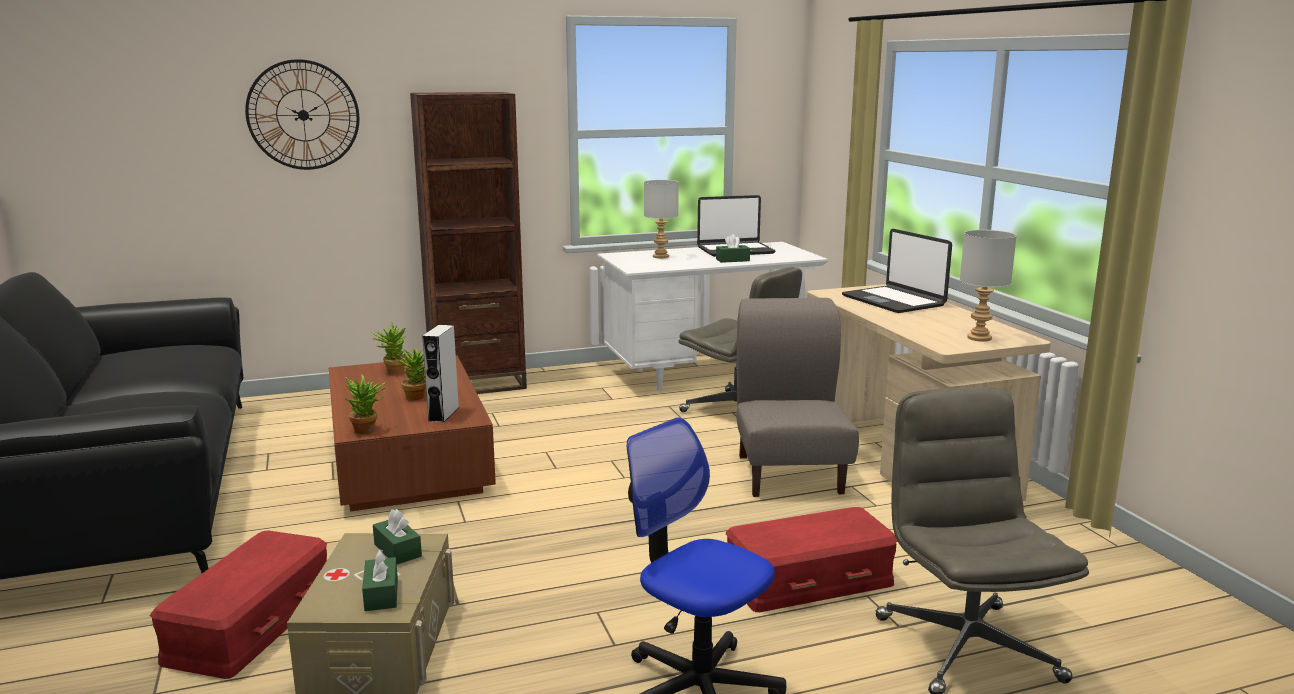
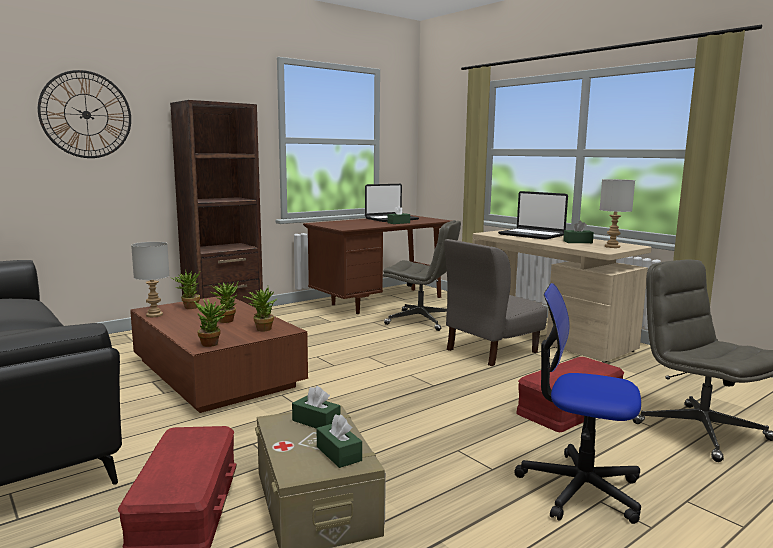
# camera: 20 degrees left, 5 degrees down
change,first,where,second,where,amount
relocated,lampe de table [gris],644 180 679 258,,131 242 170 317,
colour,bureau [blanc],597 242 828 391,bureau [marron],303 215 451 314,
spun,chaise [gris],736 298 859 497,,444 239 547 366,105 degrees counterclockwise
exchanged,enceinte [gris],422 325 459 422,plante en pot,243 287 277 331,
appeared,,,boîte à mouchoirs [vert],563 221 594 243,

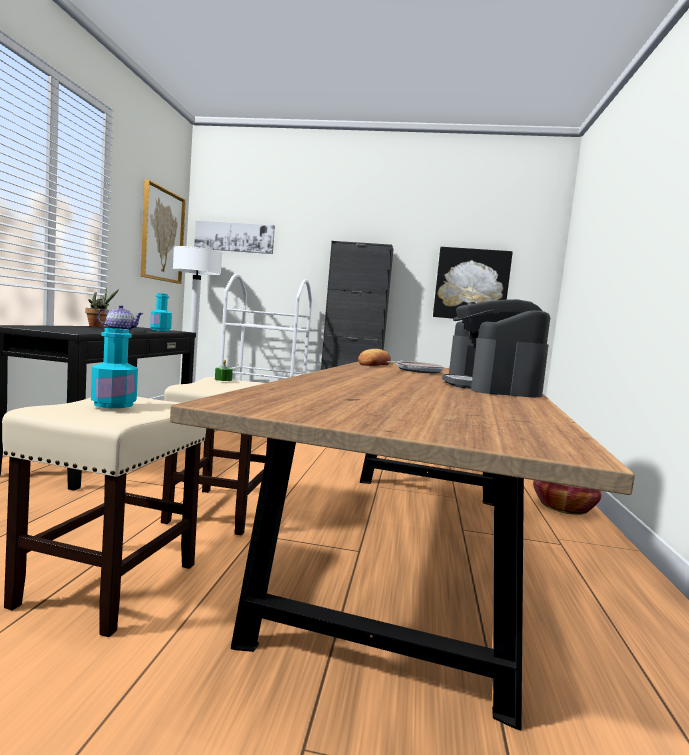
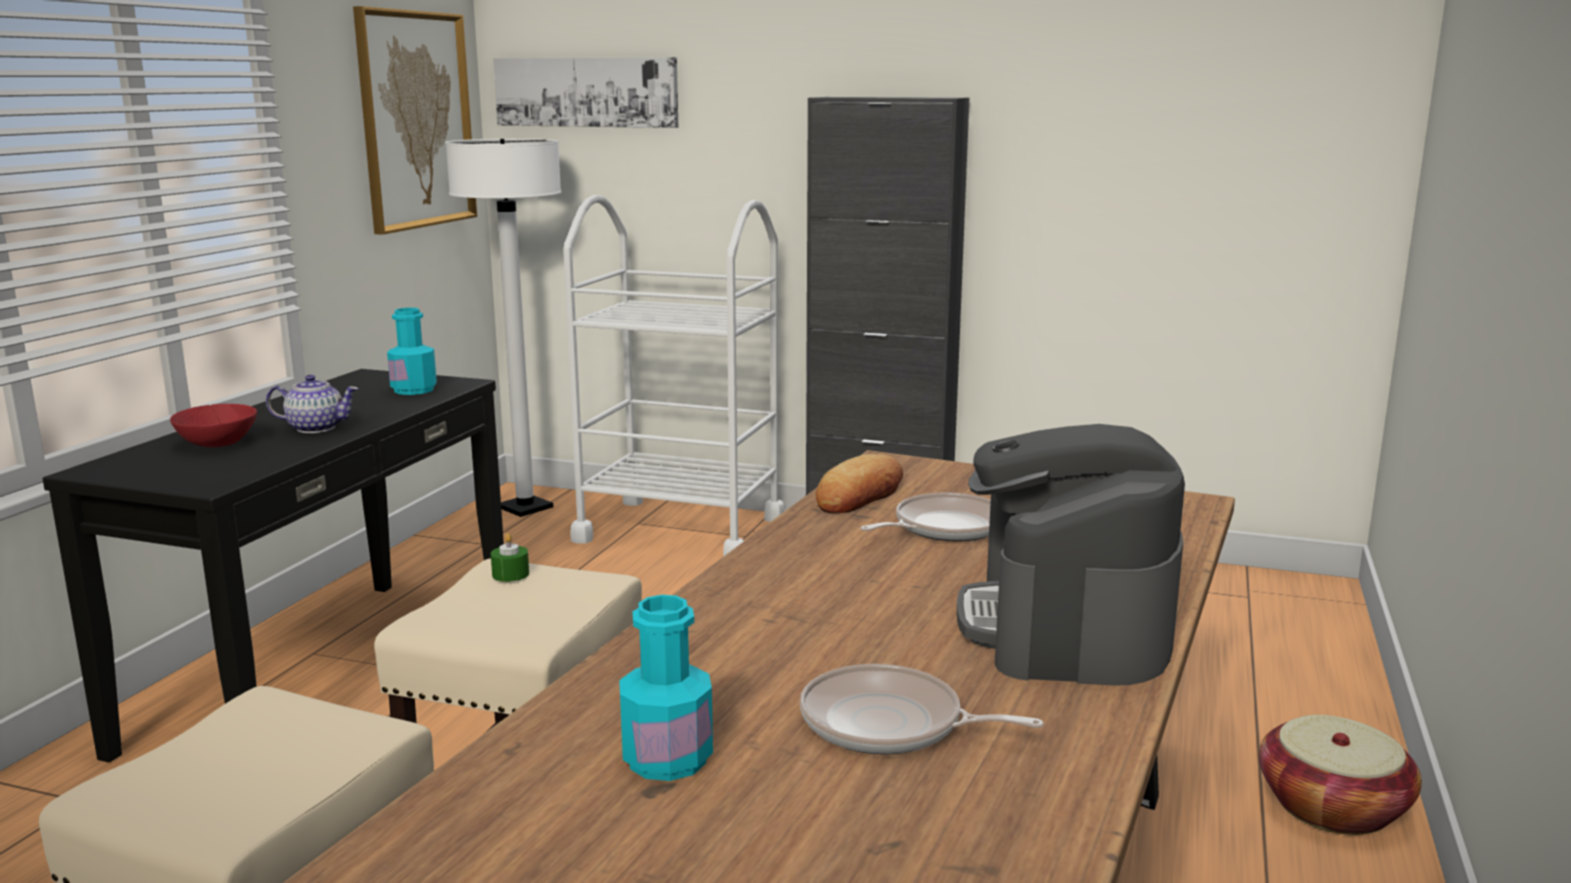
# camera: 10 degrees right, 10 degrees up
change,first,where,second,where,amount
missing,tableau,433 247 513 319,,,
missing,plante en pot,85 288 119 327,,,
relocated,bouteille [turquoise],91 328 138 408,,619 595 713 781,
appeared,,,bol [rouge],170 404 257 447,
appeared,,,poêle,800 664 1044 755,

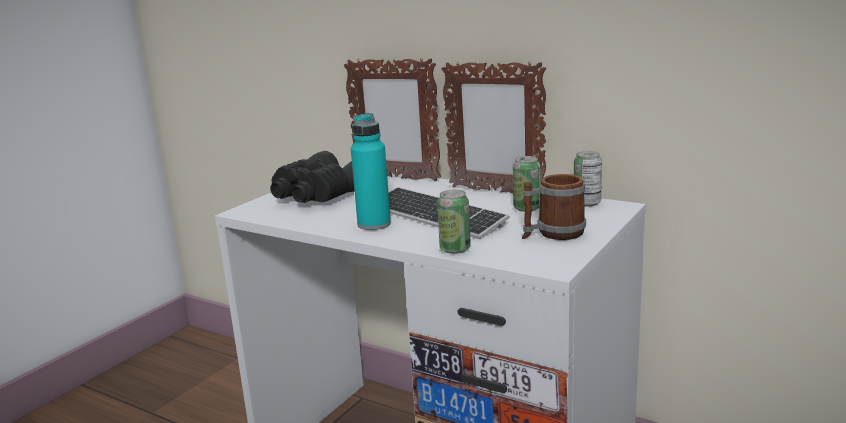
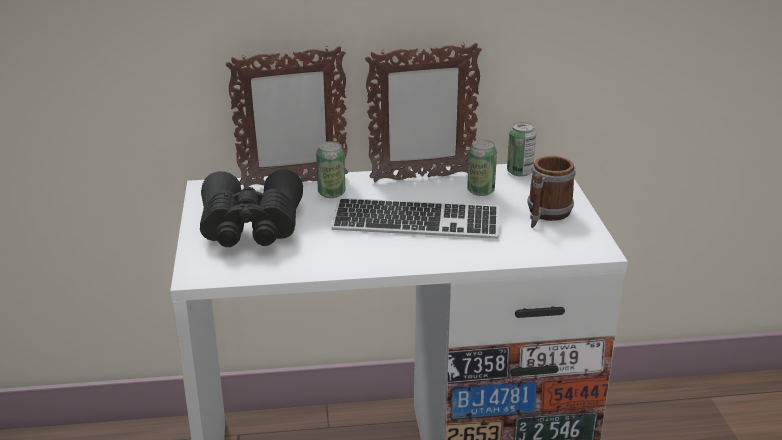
# camera: 40 degrees left, 10 degrees up
change,first,where,second,where,amount
missing,bouteille [turquoise],351 113 391 230,,,
relocated,boîte métallique,437 190 471 254,,316 141 345 198,

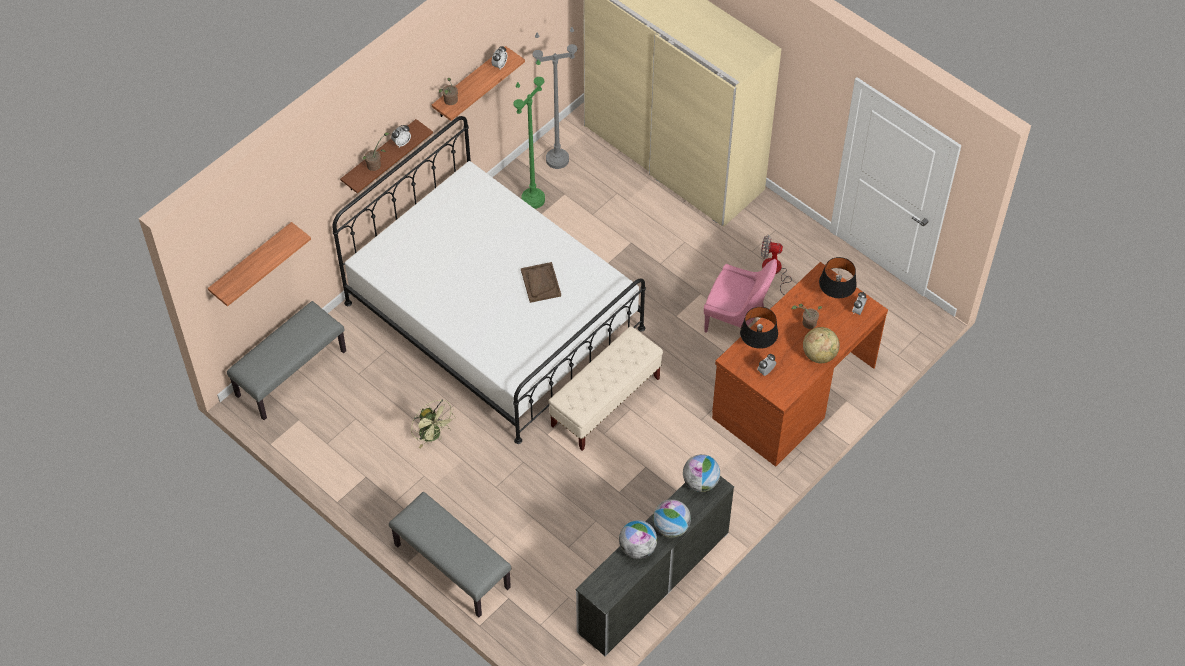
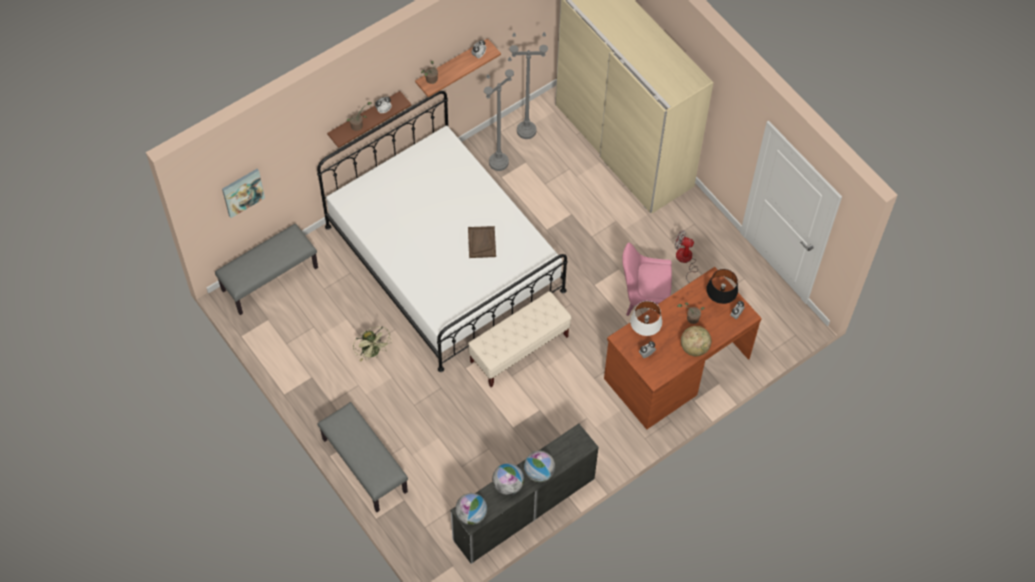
# camera: 10 degrees right, 5 degrees up
change,first,where,second,where,amount
colour,lampadaire [vert],513 60 545 209,lampadaire [gris],484 57 514 171,
exchanged,étagère,208 222 311 306,tableau,222 169 265 218,
spun,chaise [rose],704 259 777 333,,622 243 672 316,150 degrees clockwise
colour,lampe de table [noir],740 307 778 349,lampe de table [blanc],630 301 662 336,
relocated,globe,683 454 720 492,,455 493 487 525,

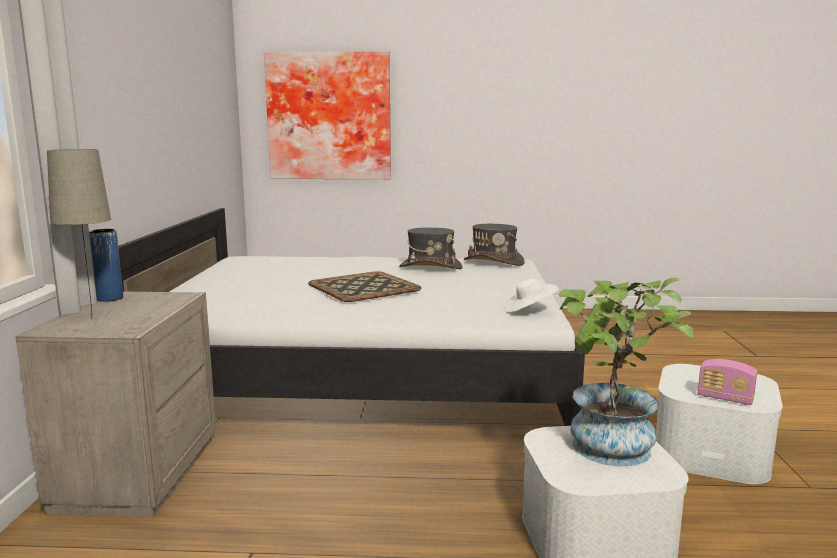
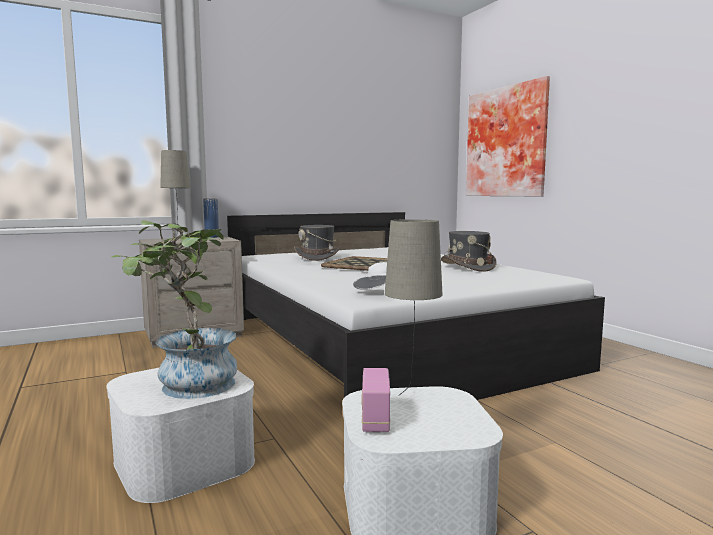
# camera: 60 degrees right, 5 degrees down
change,first,where,second,where,amount
relocated,chapeau [gris],464 224 525 266,,294 225 341 261,
appeared,,,lampe de table [beige],385 219 443 395,

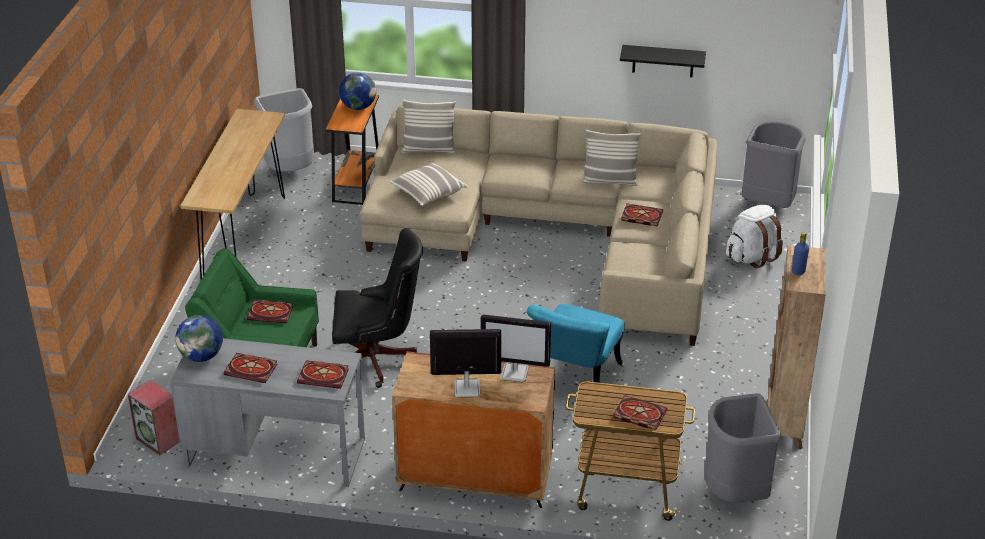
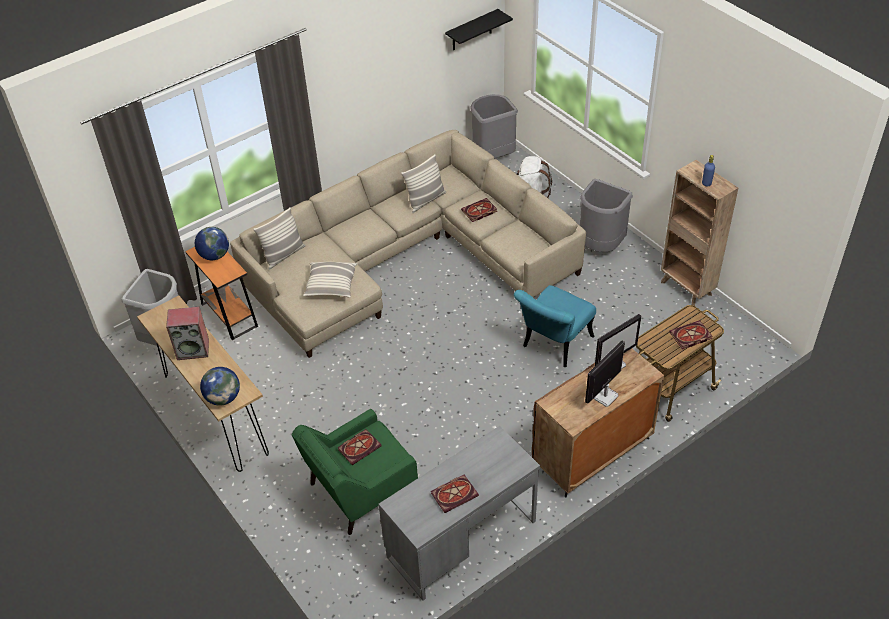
# camera: 45 degrees left, 10 degrees up
change,first,where,second,where,amount
relocated,étagère [noir],620 45 706 77,,445 9 513 50,
missing,chaise de bureau [noir],332 228 423 388,,,
spun,chaise [turquoise],527 304 625 383,,514 285 596 367,60 degrees clockwise
relocated,globe,175 315 223 362,,200 367 240 406,
missing,livre,297 360 349 389,,,
relocated,enceinte,128 380 180 455,,166 306 209 360,
relocated,poubelle [gris],704 393 781 502,,580 179 633 252,

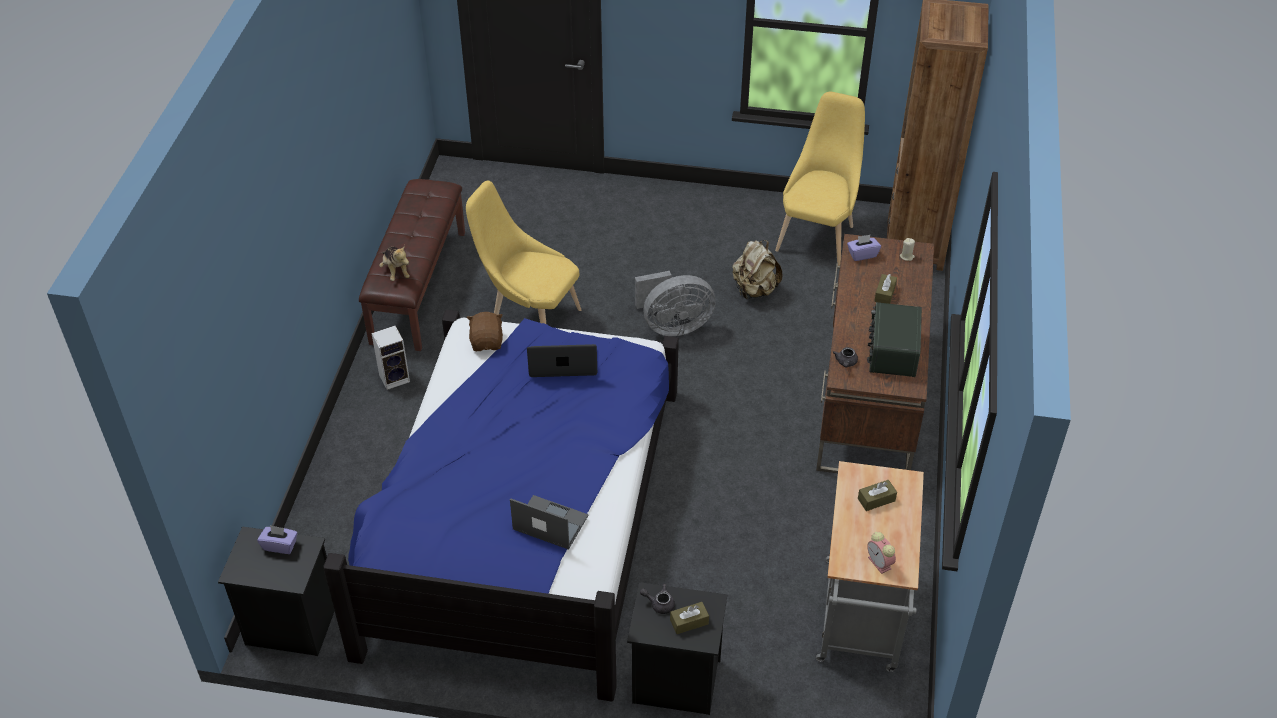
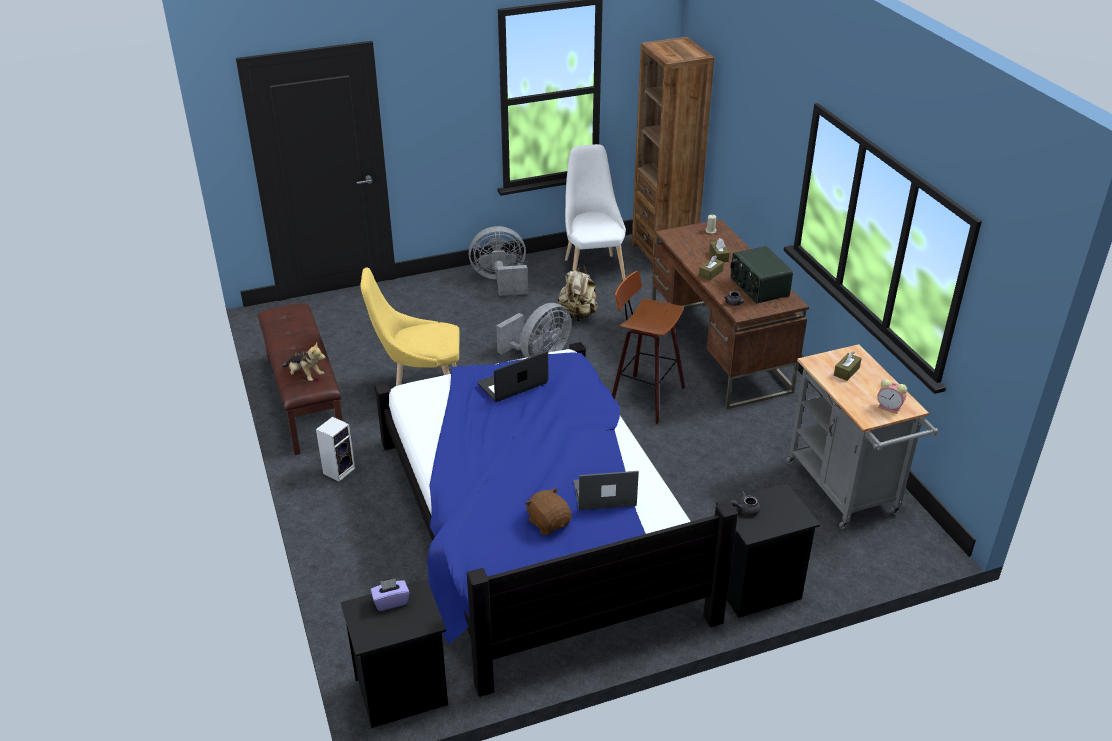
# camera: 30 degrees left, 10 degrees down
change,first,where,second,where,amount
colour,chaise [jaune],775 92 865 266,chaise [blanc],565 144 626 280,
missing,boîte à mouchoirs [violet],847 235 881 261,,,
relocated,peluche [marron],467 312 503 351,,525 487 572 535,
relocated,boîte à mouchoirs [marron],670 602 709 634,,699 256 724 281,
appeared,,,ventilateur [gris],469 226 528 296,
appeared,,,tabouret,612 271 685 424,

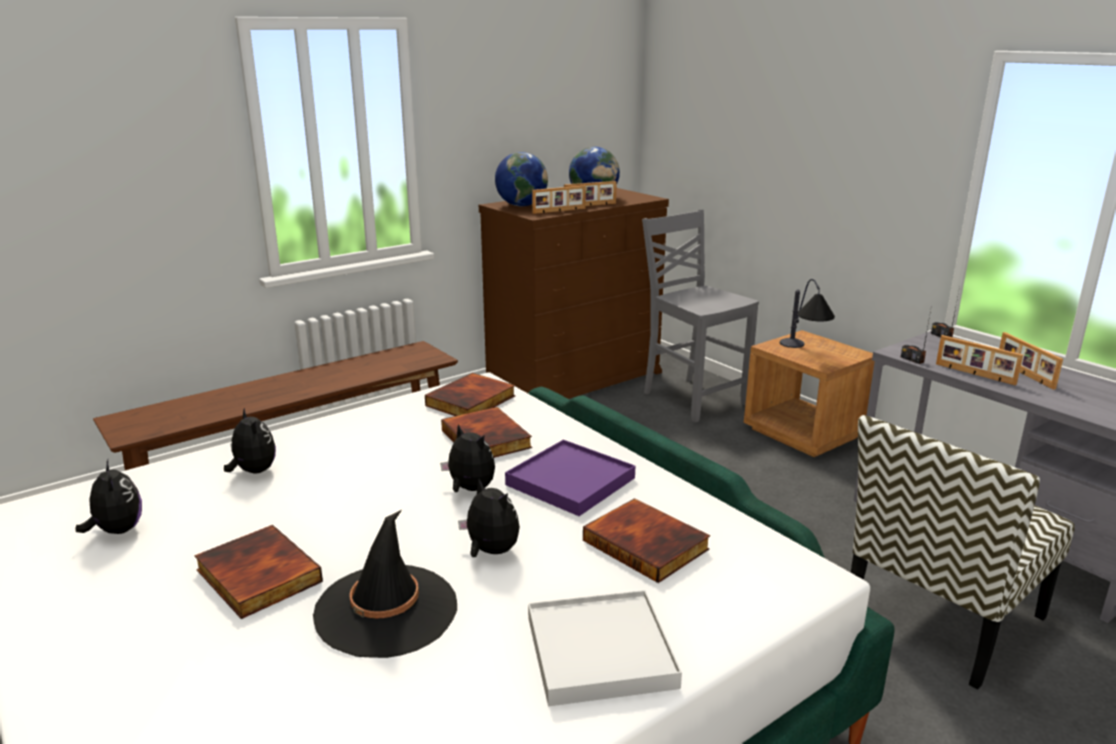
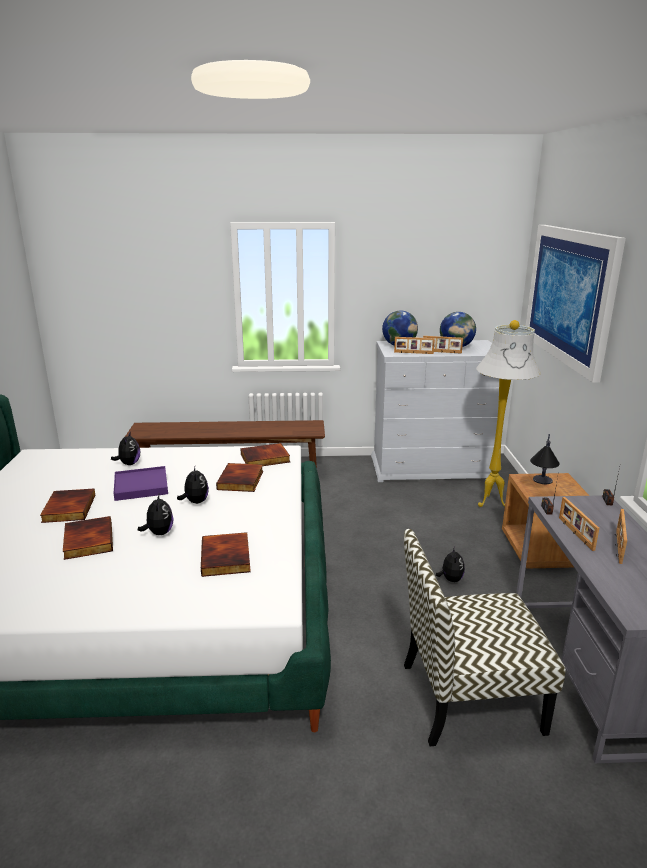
# camera: 35 degrees right, 0 degrees up
change,first,where,second,where,amount
colour,commode [marron],479 188 669 399,commode [blanc],371 340 499 482,
exchanged,chaise [gris],642 210 759 423,lampadaire [blanc],476 320 541 507,
relocated,plateau [violet],505 440 635 516,,114 466 168 501,
relocated,peluche,75 460 142 534,,436 547 465 582,
exchanged,chapeau [noir],313 510 457 658,livre,63 516 113 560,
missing,plateau [blanc],528 590 682 706,,,
appeared,,,tableau,526 225 626 383,

